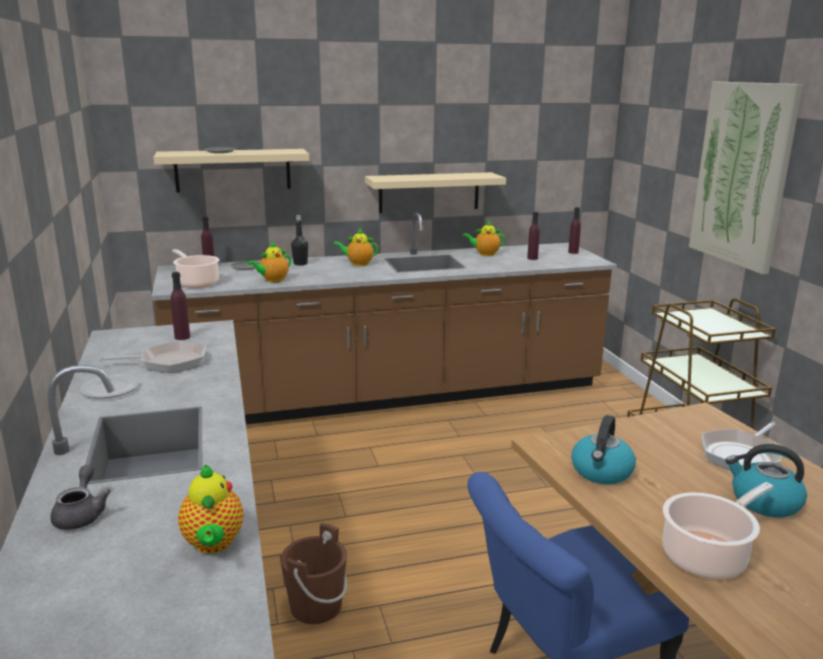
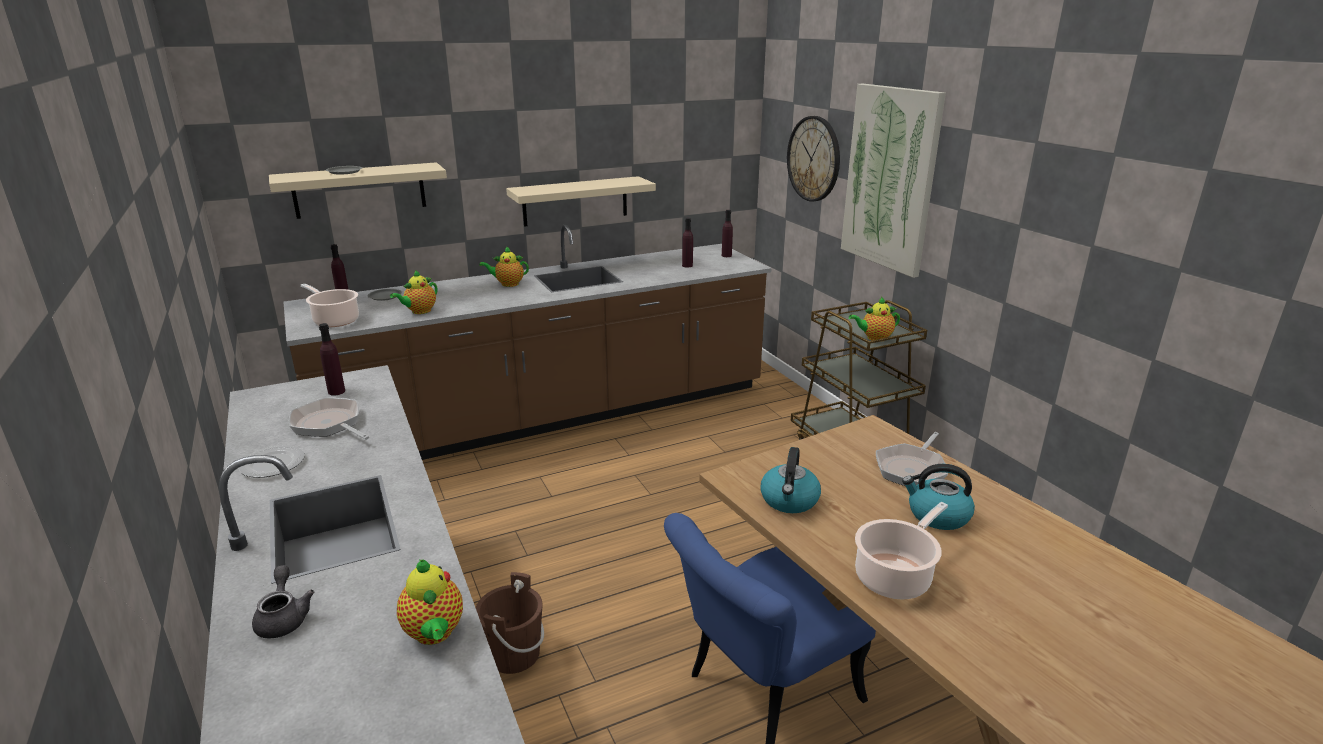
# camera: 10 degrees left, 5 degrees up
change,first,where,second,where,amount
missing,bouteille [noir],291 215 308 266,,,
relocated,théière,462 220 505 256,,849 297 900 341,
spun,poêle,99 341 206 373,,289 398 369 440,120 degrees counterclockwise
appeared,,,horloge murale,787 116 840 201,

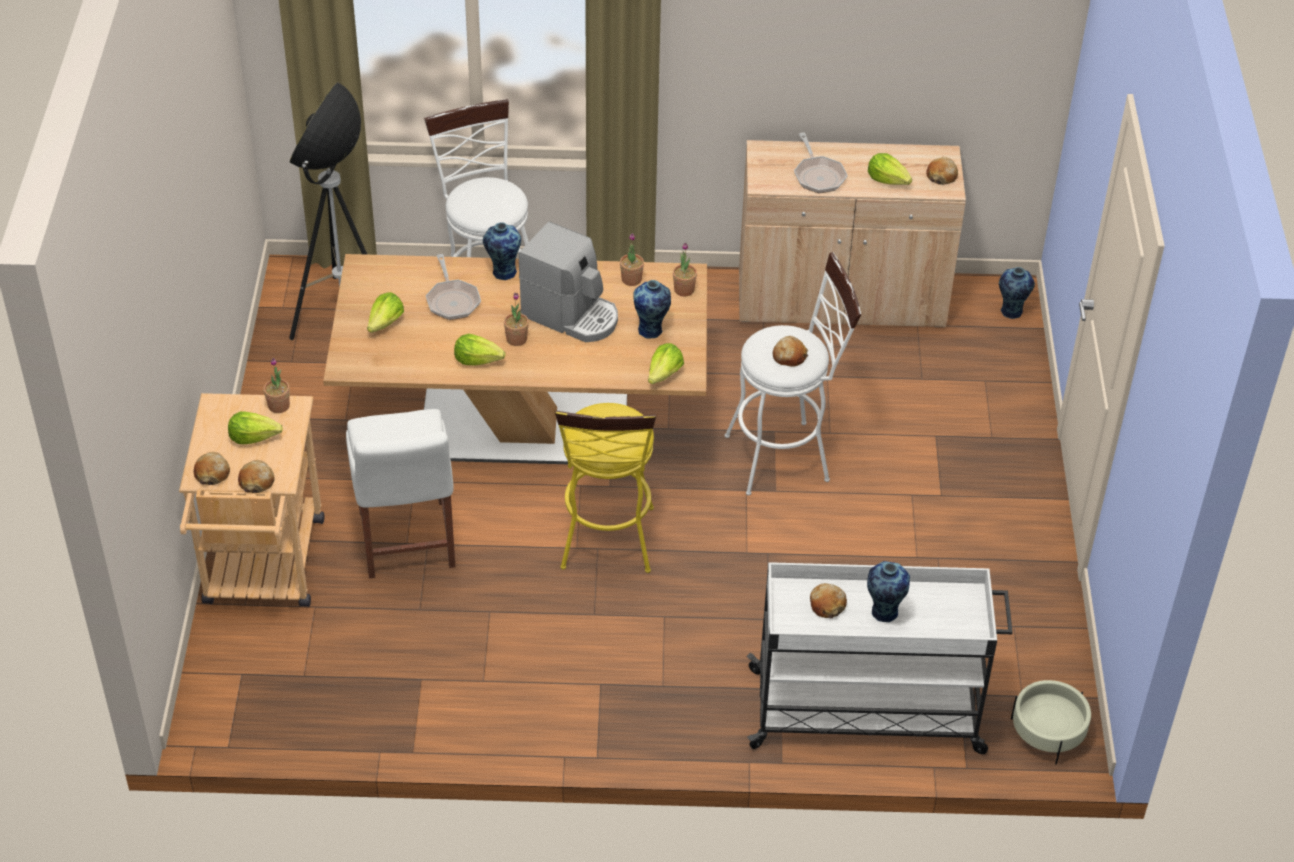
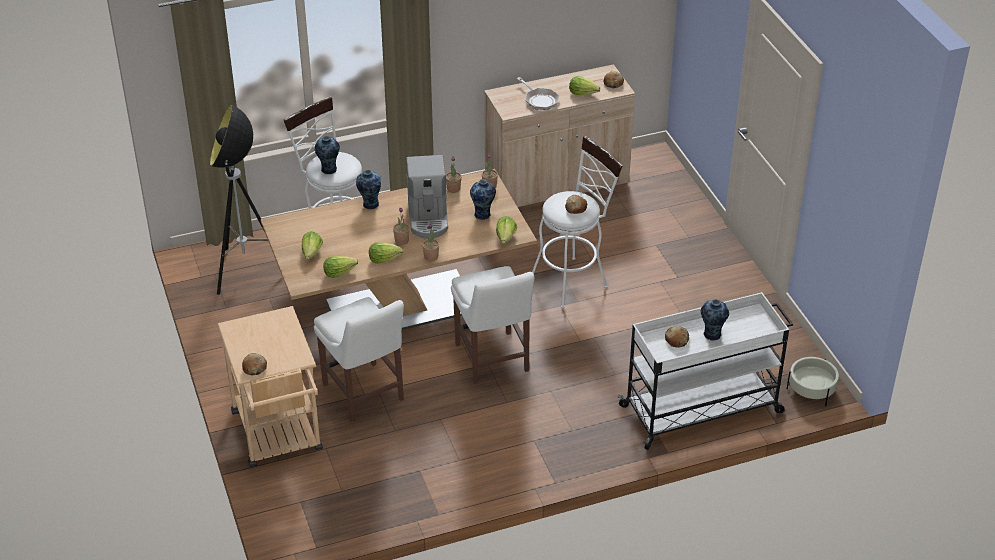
# camera: 20 degrees left, 5 degrees down
change,first,where,second,where,amount
spun,machine à café,519 222 618 342,,406 155 448 239,75 degrees clockwise
missing,poêle,426 254 481 320,,,
relocated,vase,999 267 1035 319,,315 136 340 175,
relocated,plante en pot,263 358 290 413,,422 223 439 261,
exchanged,tabouret [jaune],555 403 656 573,chaise [blanc],451 266 534 384,
relocated,laitue,228 411 283 444,,323 256 358 278,
missing,pain,238 460 275 493,,,

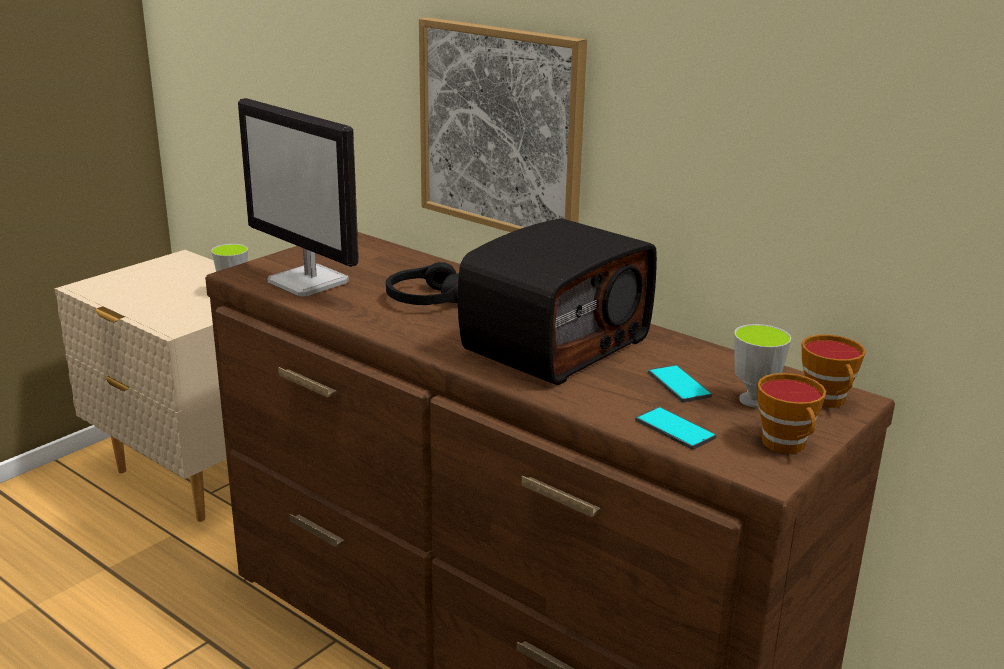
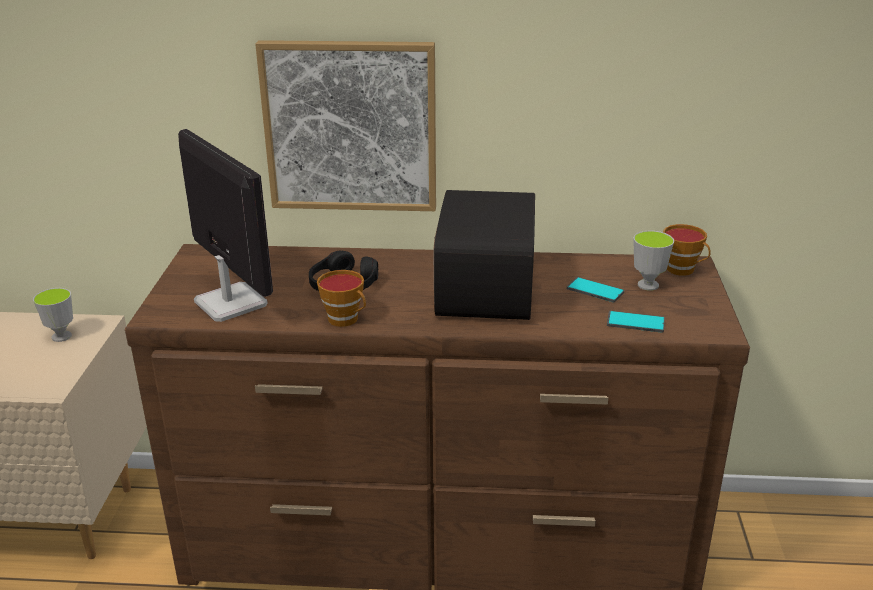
# camera: 35 degrees left, 5 degrees up
change,first,where,second,where,amount
spun,écran d'ordinateur,238 98 359 296,,178 129 273 322,135 degrees counterclockwise
relocated,tasse,757 373 826 454,,317 270 366 327,

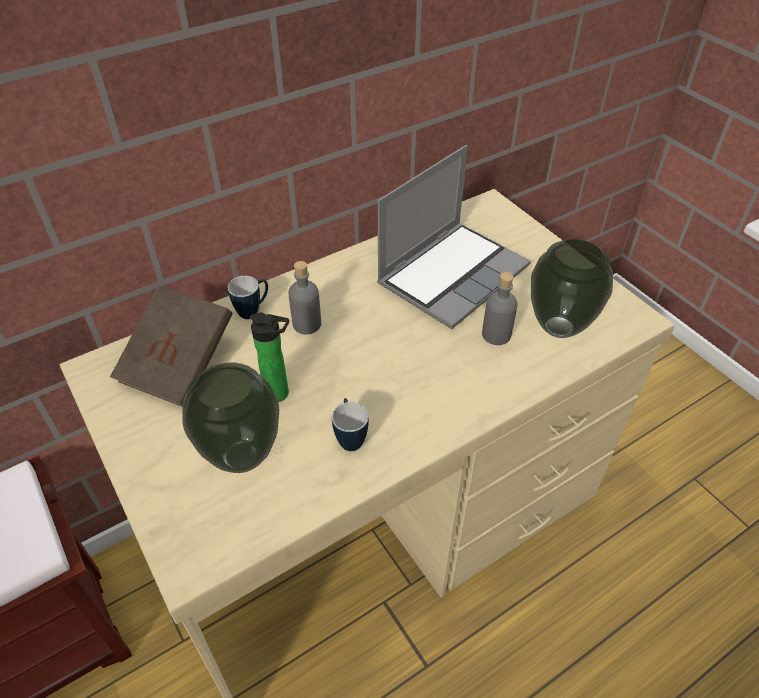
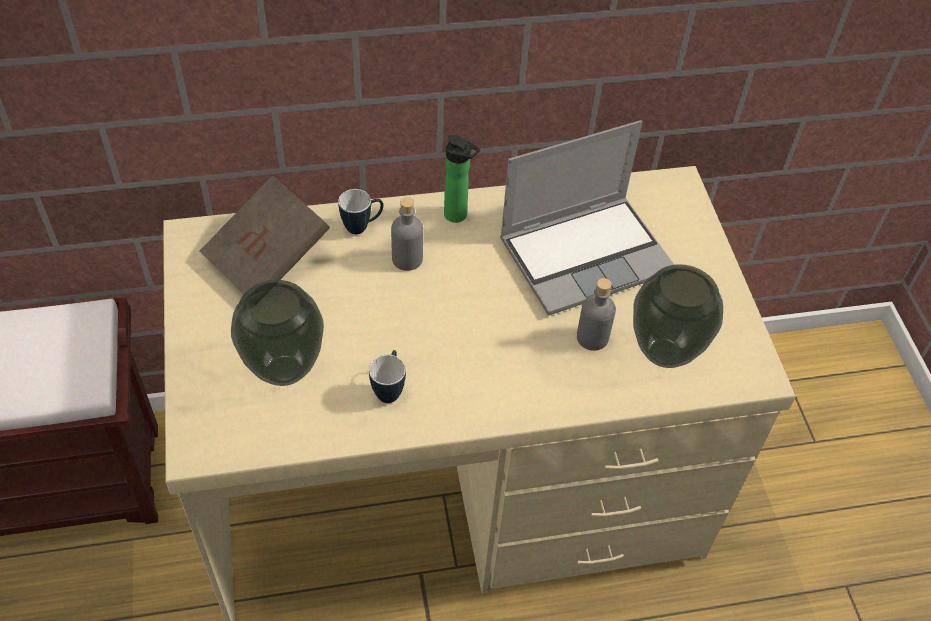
# camera: 20 degrees right, 5 degrees up
change,first,where,second,where,amount
relocated,bouteille,250 313 289 402,,444 135 480 223,

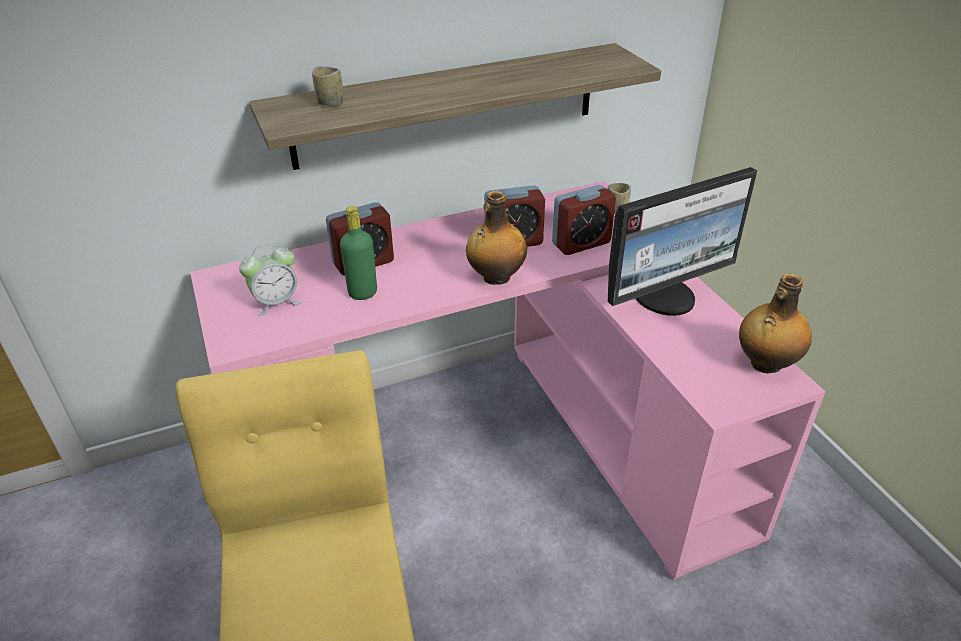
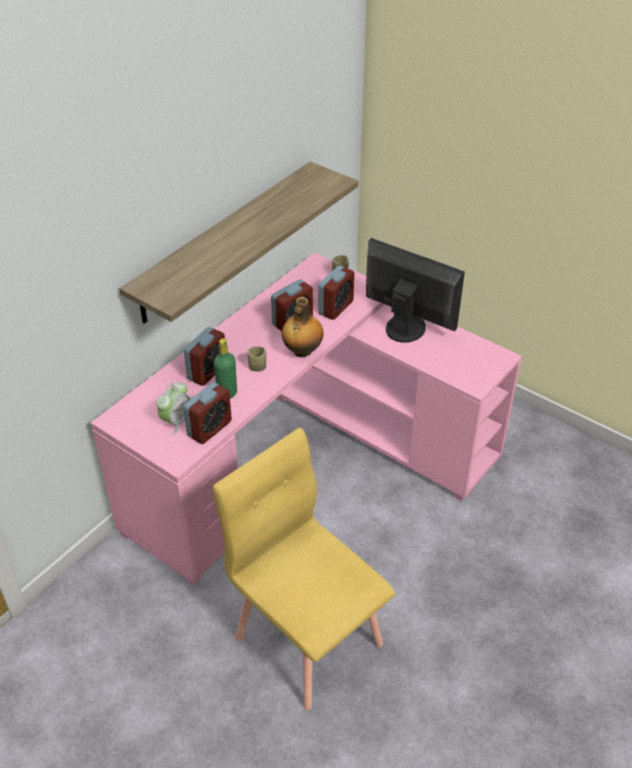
# camera: 30 degrees left, 5 degrees up
change,first,where,second,where,amount
relocated,tasse,312 66 343 107,,247 346 266 371,
spun,écran d'ordinateur,608 167 757 316,,366 238 465 343,90 degrees counterclockwise
missing,bouteille,739 274 812 373,,,
appeared,,,réveil,183 382 232 444,

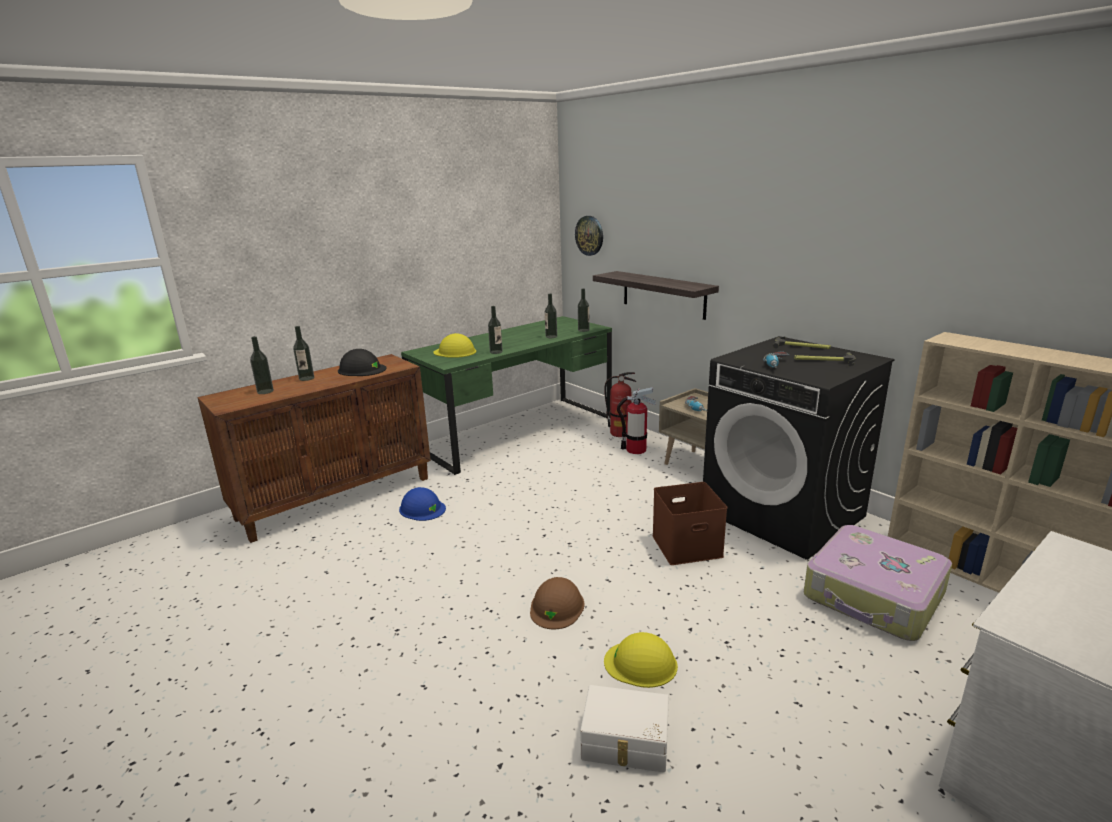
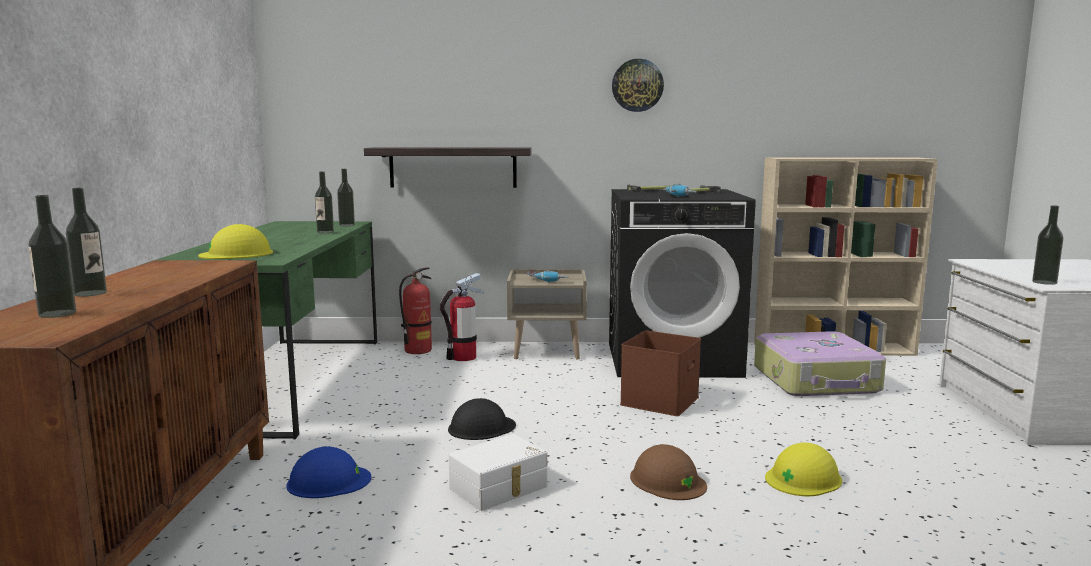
# camera: 50 degrees left, 10 degrees down
change,first,where,second,where,amount
relocated,horloge murale,575 216 603 256,,612 59 664 112,
relocated,bouteille,488 306 503 354,,1032 205 1063 285,
relocated,casque de chantier [noir],338 349 387 376,,448 398 516 440,
relocated,boîte de rangement [blanc],580 685 669 773,,449 434 547 511,

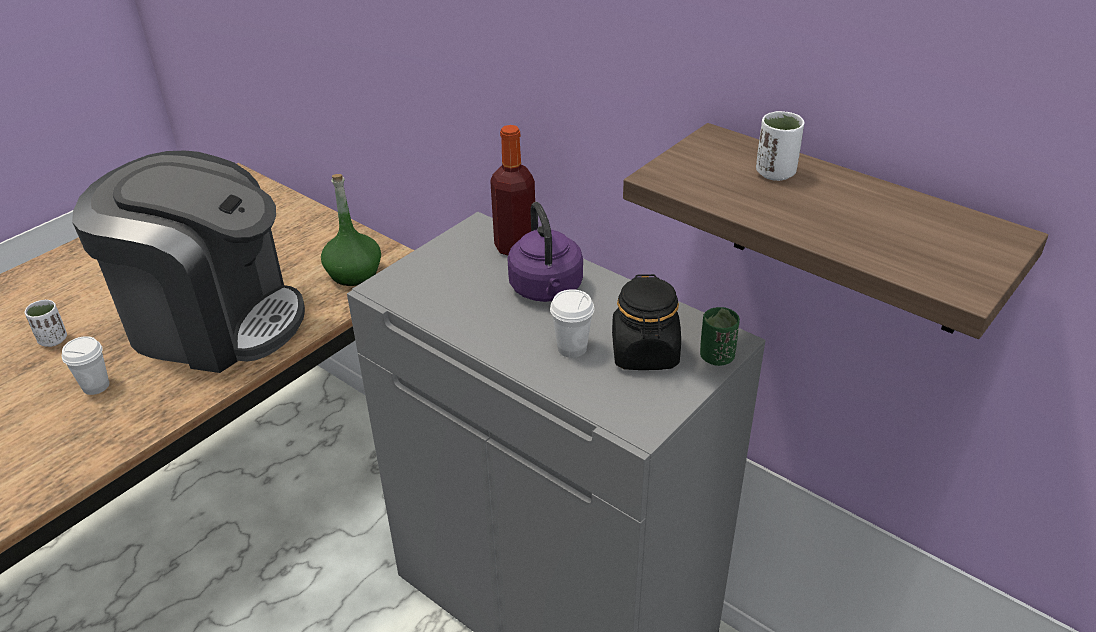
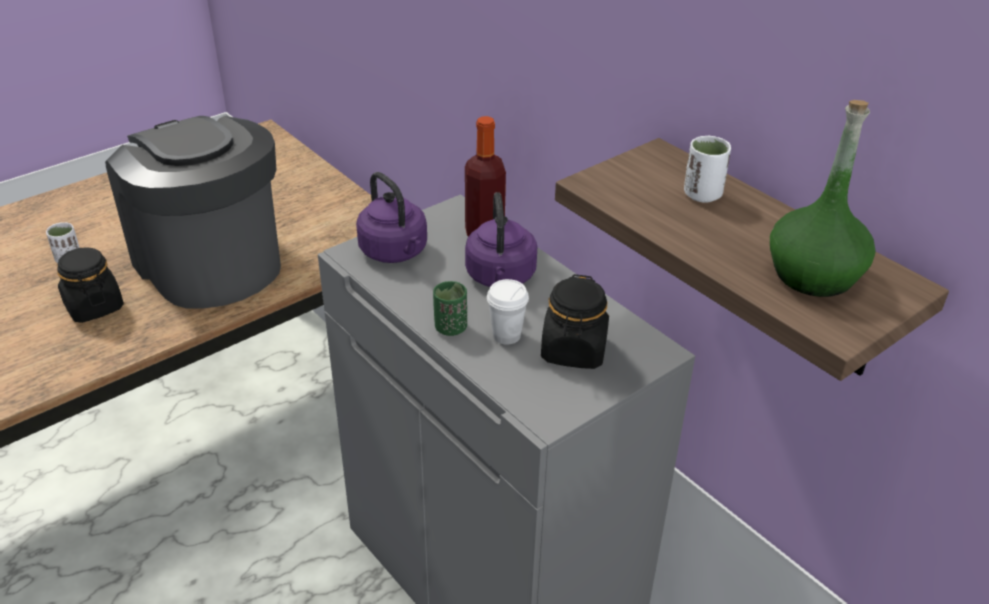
# camera: 10 degrees right, 0 degrees up
change,first,where,second,where,amount
spun,machine à café,72 151 305 373,,105 116 281 309,150 degrees counterclockwise
relocated,bouteille [vert],321 174 381 286,,770 100 875 297,
relocated,tasse [vert],700 307 740 366,,433 281 467 336,
exchanged,tasse [blanc],62 336 109 395,bocal [noir],57 247 124 323,
appeared,,,bouilloire [violet],356 172 427 263,

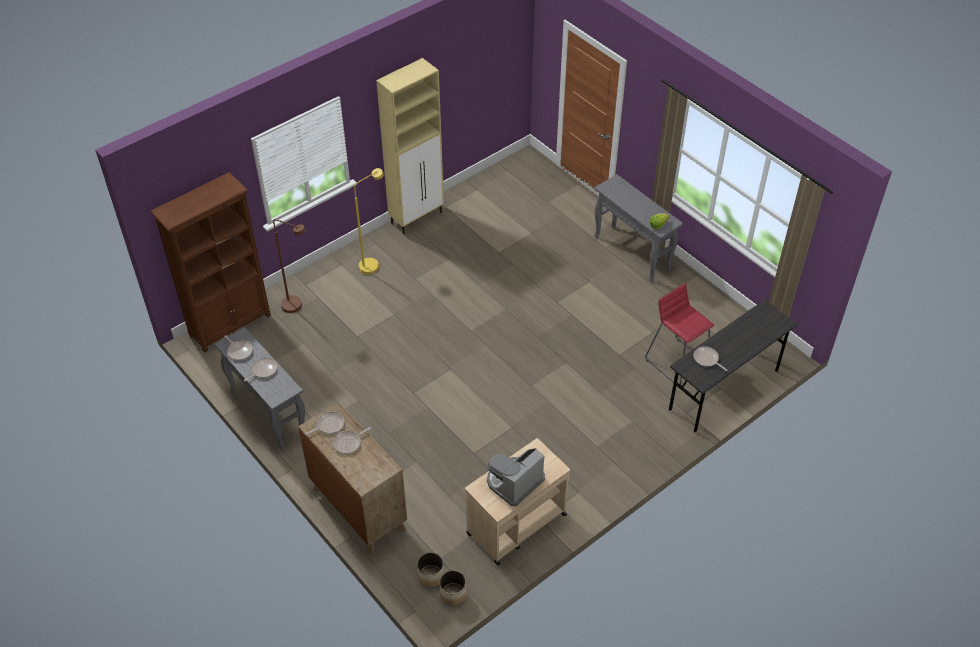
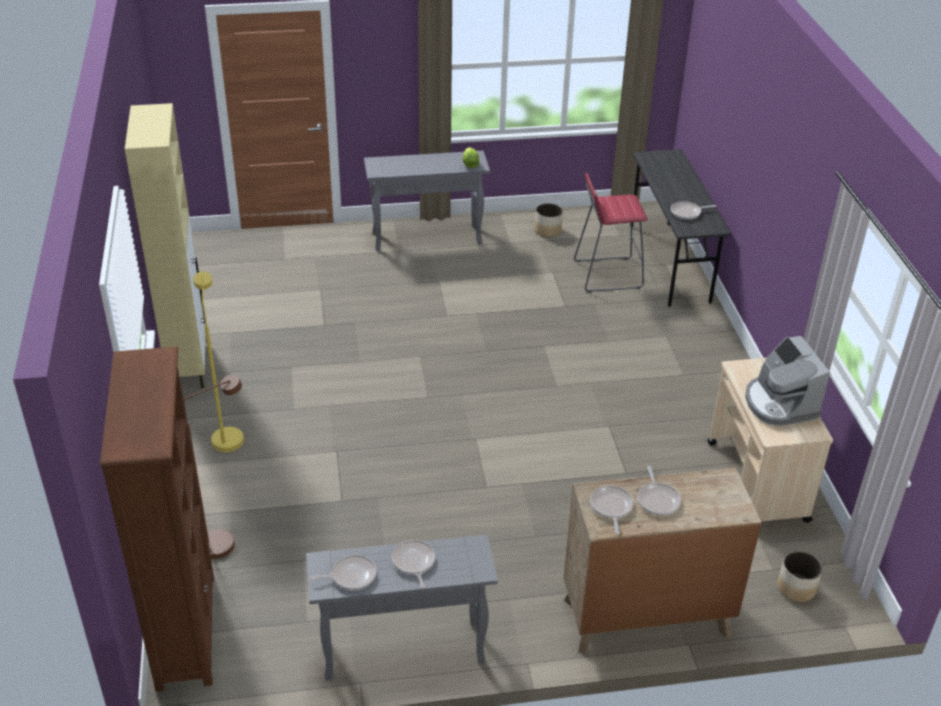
# camera: 60 degrees left, 10 degrees down
change,first,where,second,where,amount
relocated,cache-pot,439 570 467 606,,535 203 563 238,

